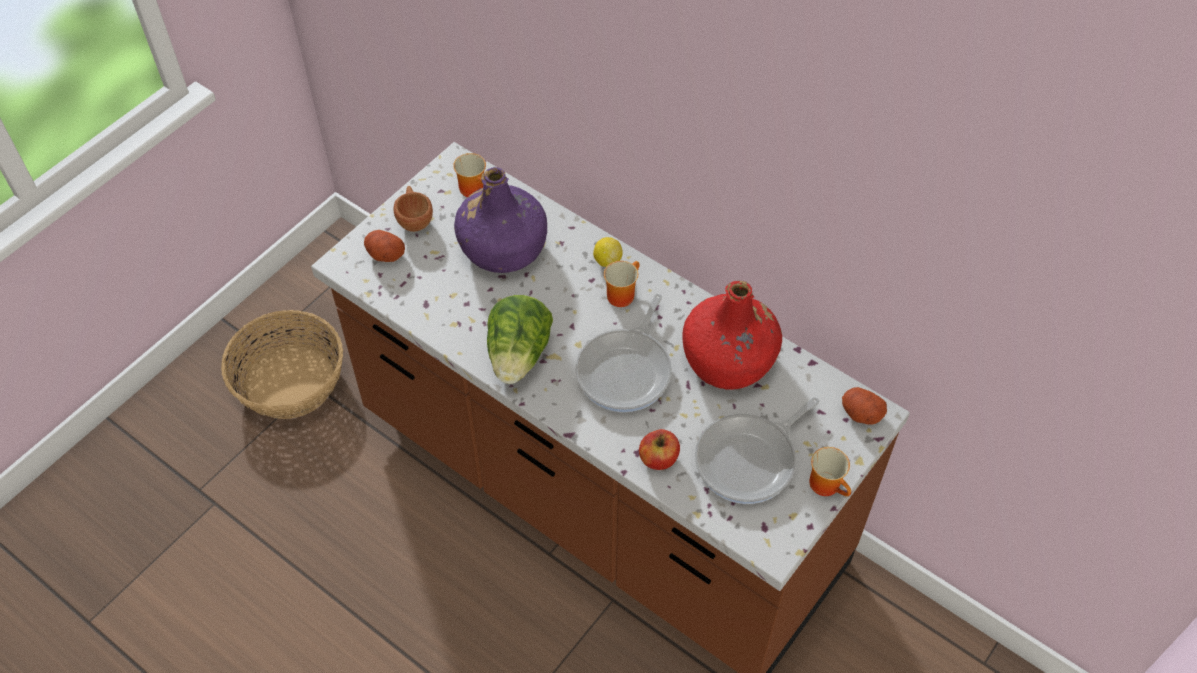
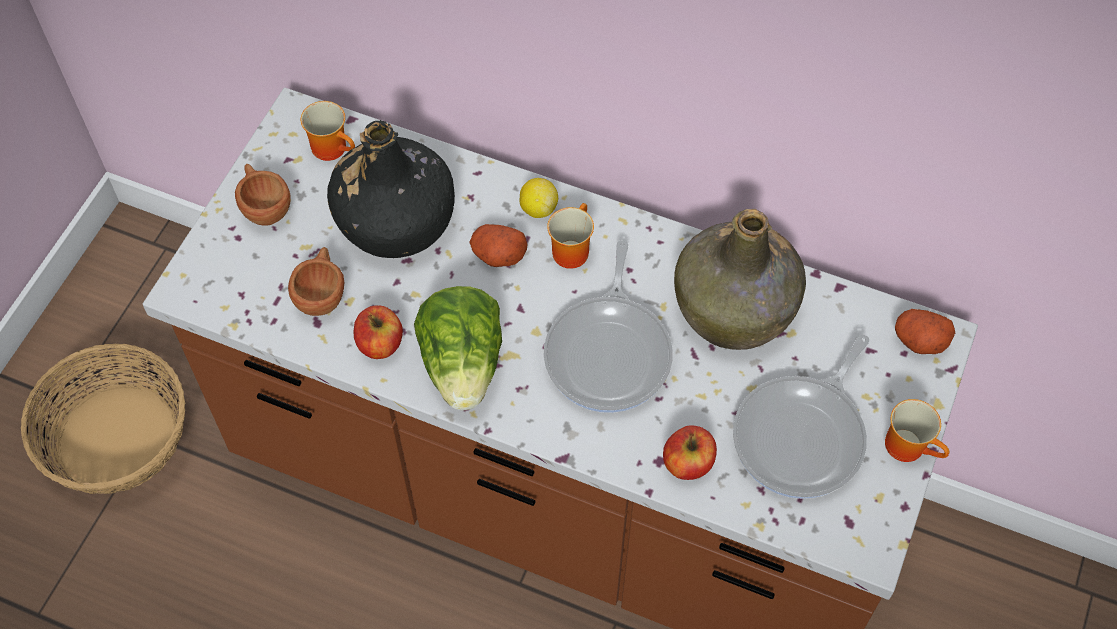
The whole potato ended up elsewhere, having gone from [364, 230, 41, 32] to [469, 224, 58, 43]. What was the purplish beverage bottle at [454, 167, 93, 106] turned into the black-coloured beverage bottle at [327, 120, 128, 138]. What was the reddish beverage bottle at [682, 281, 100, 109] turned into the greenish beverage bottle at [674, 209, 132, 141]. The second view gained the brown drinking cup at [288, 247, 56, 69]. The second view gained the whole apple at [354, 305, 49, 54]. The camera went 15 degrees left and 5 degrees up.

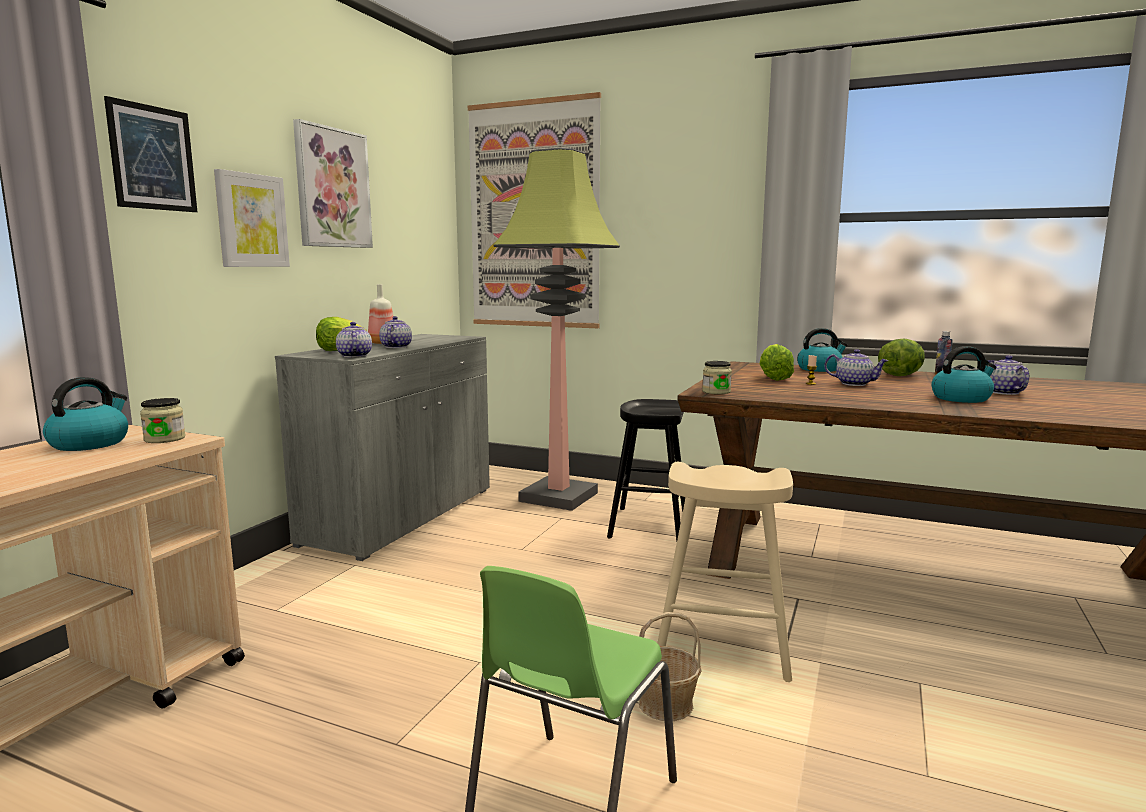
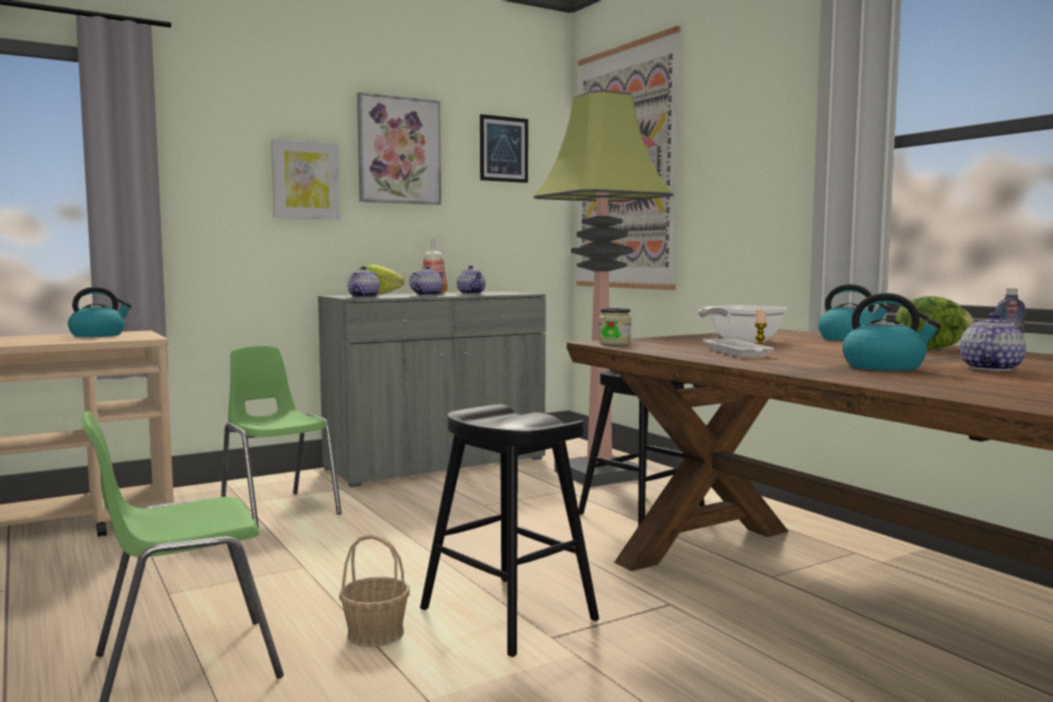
The wall art ended up elsewhere, having gone from [104, 96, 93, 116] to [480, 114, 48, 69]. The second view lost the preserve jar at [140, 398, 46, 45]. What was the beige stool seat at [657, 462, 136, 220] turned into the black-coloured stool seat at [420, 404, 179, 253]. Where the head of lettuce stood at [759, 344, 35, 37], the frying pan came to stand at [698, 305, 89, 37]. The tea pot ended up elsewhere, having gone from [825, 349, 64, 37] to [457, 265, 28, 29]. The second view gained the greenish upright chair at [221, 346, 120, 182]. The second view gained the white tray at [703, 339, 71, 18]. The camera went 35 degrees right and 5 degrees down.

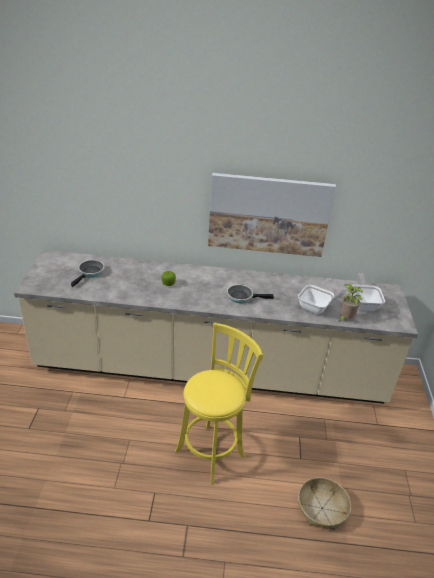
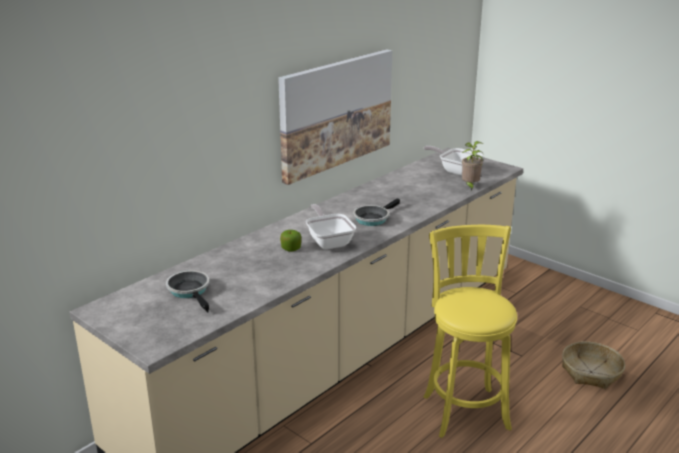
The frying pan ended up elsewhere, having gone from [298, 278, 36, 36] to [306, 204, 50, 46]. The camera went 50 degrees left and 10 degrees down.

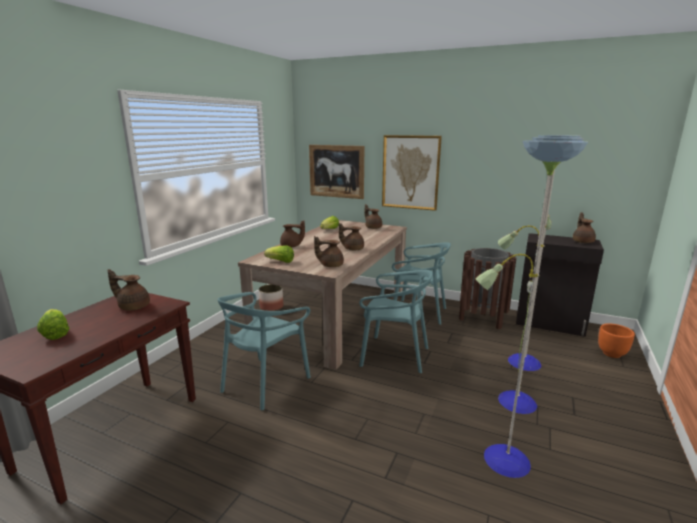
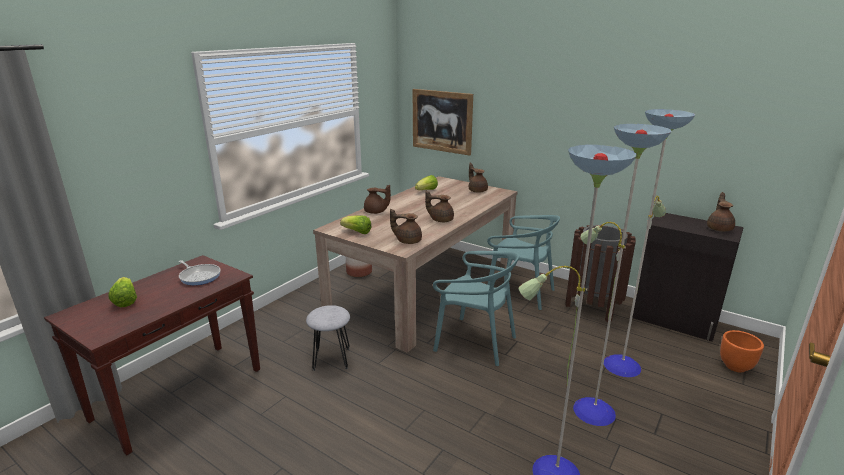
Where the brown tea pot stood at [107, 269, 43, 42], the frying pan came to stand at [179, 260, 42, 25]. Where the blue-green upright chair stood at [217, 292, 94, 118], the grey stool seat came to stand at [306, 305, 44, 66]. The second view lost the wall art at [382, 135, 60, 76]. The camera went 10 degrees right and 5 degrees up.

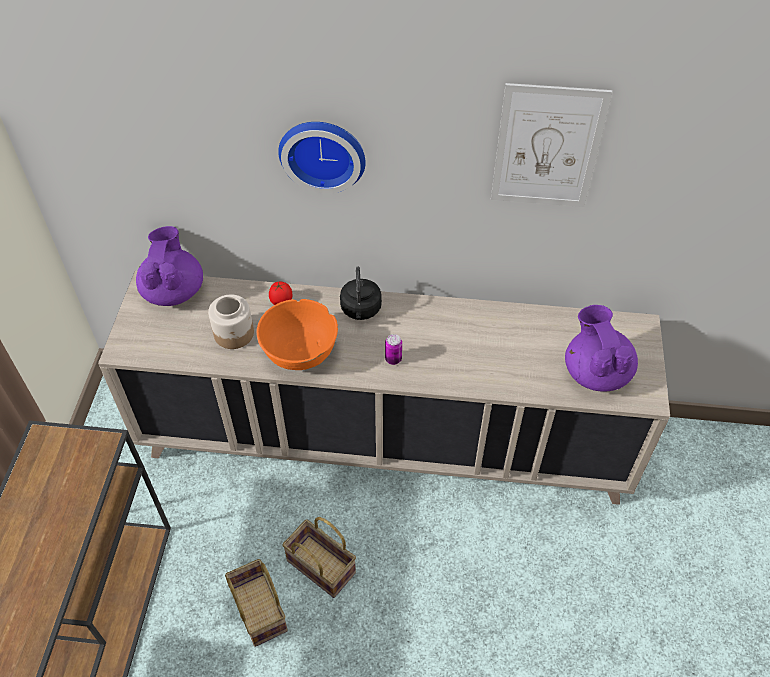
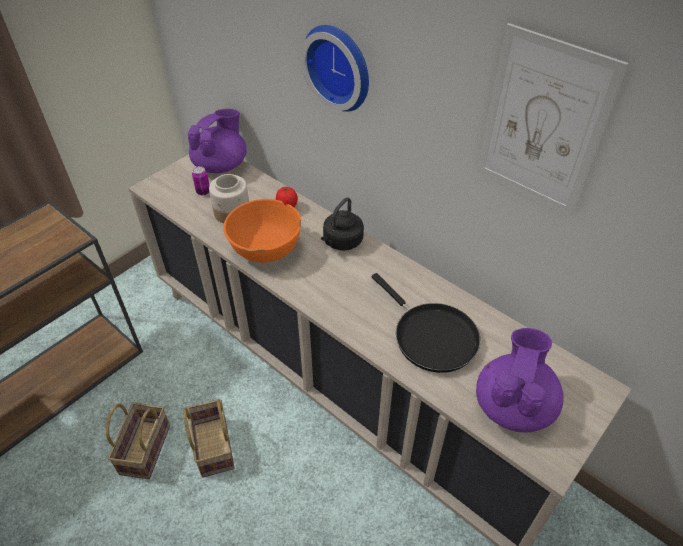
The sealed can ended up elsewhere, having gone from [385, 334, 17, 31] to [192, 166, 17, 29]. The second view gained the black-coloured frying pan at [372, 273, 108, 100]. The camera went 35 degrees right and 5 degrees down.

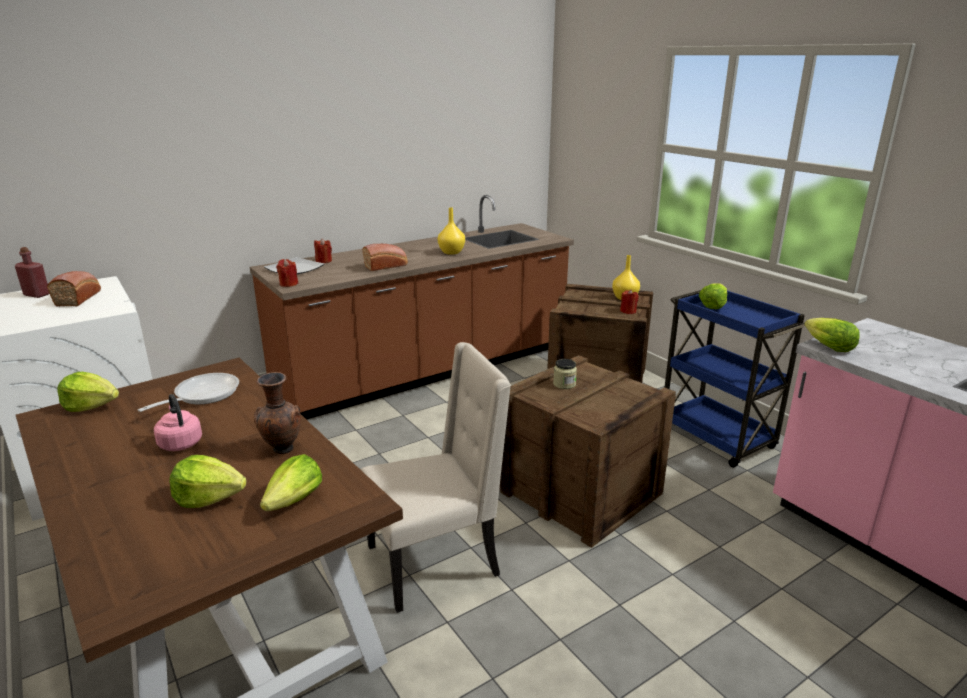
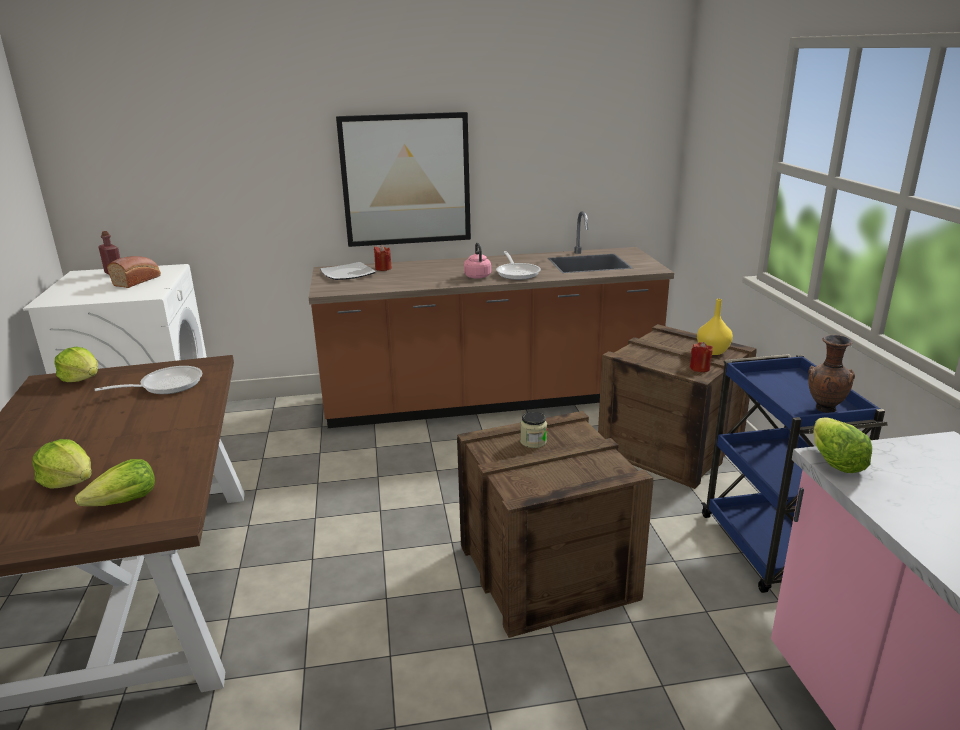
The pink-coloured kettle ended up elsewhere, having gone from [154, 394, 48, 57] to [464, 242, 27, 37]. The brown flower vase ended up elsewhere, having gone from [254, 372, 47, 82] to [808, 335, 47, 78]. The second view lost the reddish wax light at [276, 259, 22, 28]. The second view lost the beige upright chair at [361, 342, 150, 271]. The second view lost the bread at [363, 244, 45, 27]. Where the yellowish flower vase stood at [438, 207, 27, 48], the frying pan came to stand at [496, 251, 45, 29]. The second view lost the head of lettuce at [698, 283, 29, 26]. The second view gained the wall art at [336, 112, 135, 135]. The camera went 25 degrees right and 0 degrees up.

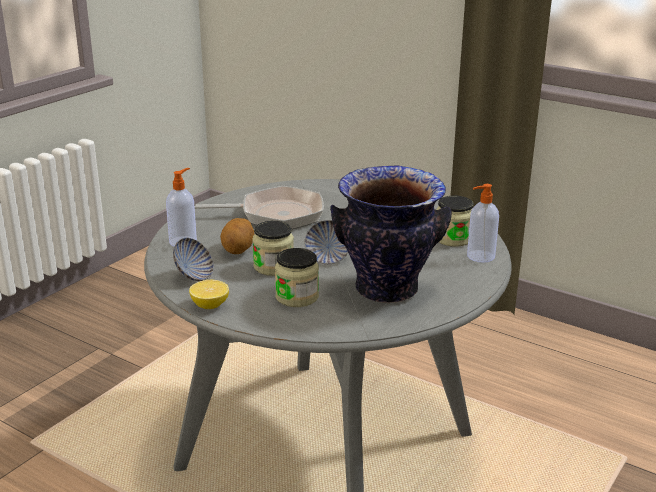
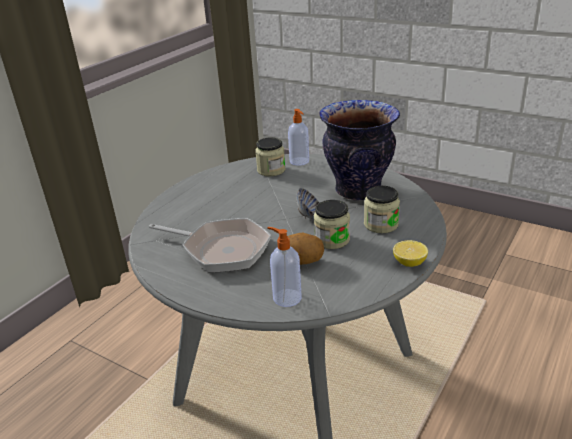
The second view lost the serving bowl at [173, 238, 41, 43]. The frying pan at [194, 186, 130, 43] ended up facing another way, 120 degrees clockwise from before. The camera went 90 degrees left and 5 degrees up.

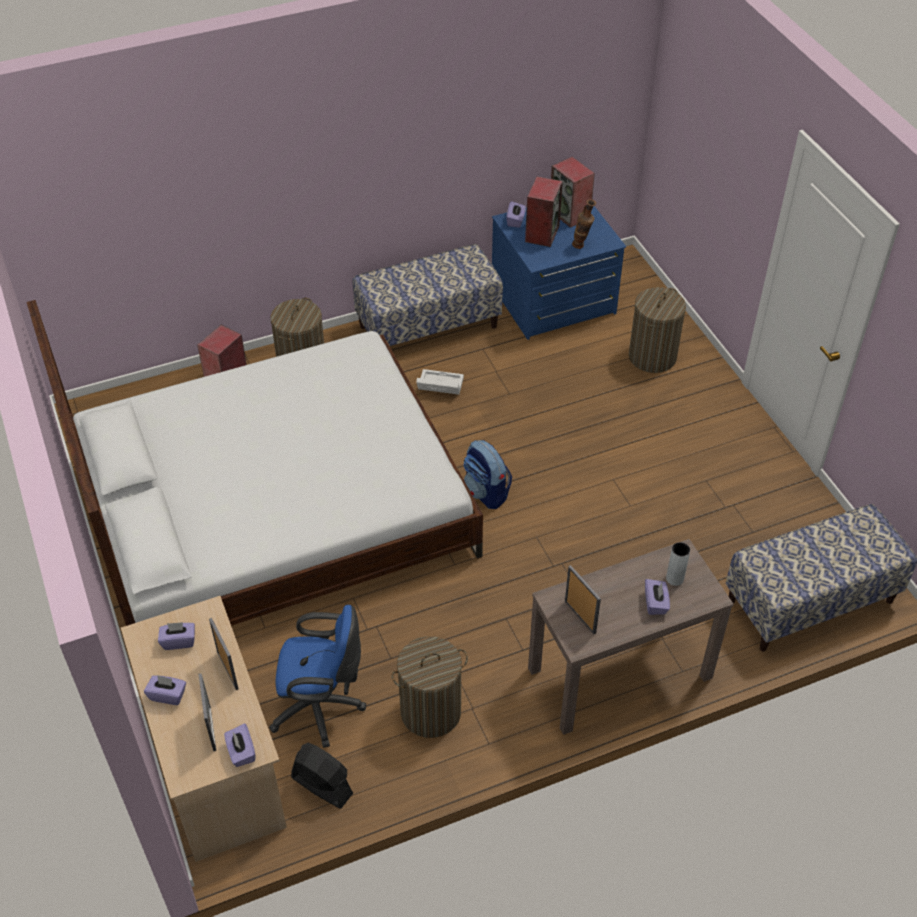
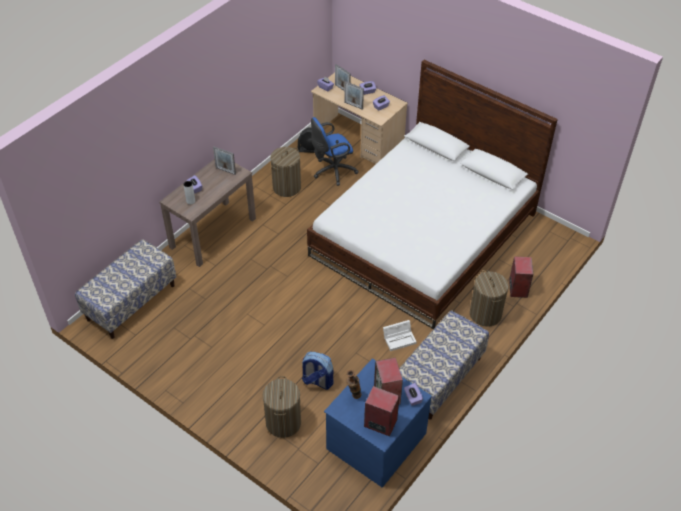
The knapsack ended up elsewhere, having gone from [463, 440, 49, 69] to [302, 352, 32, 38]. The camera went 150 degrees right and 0 degrees up.

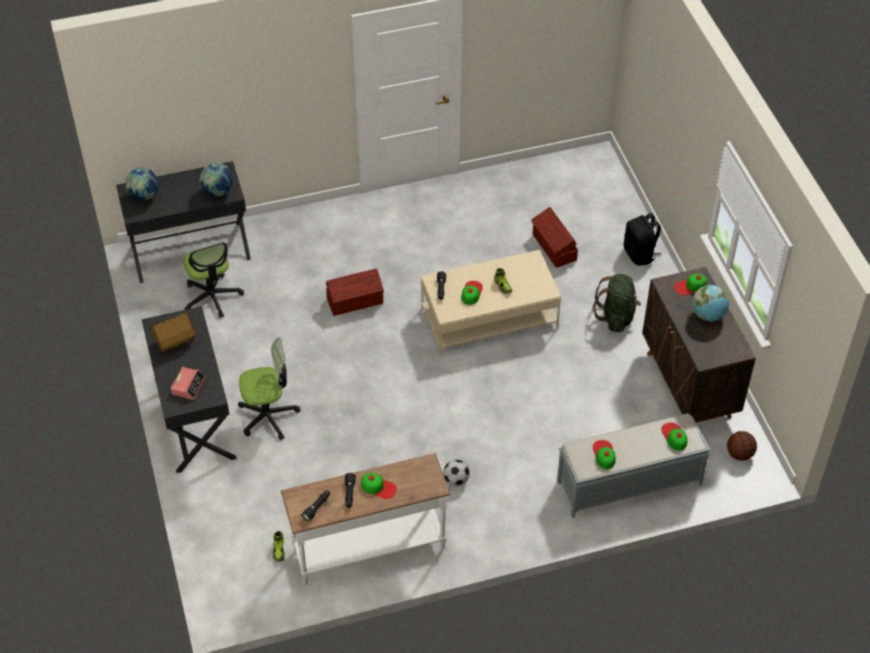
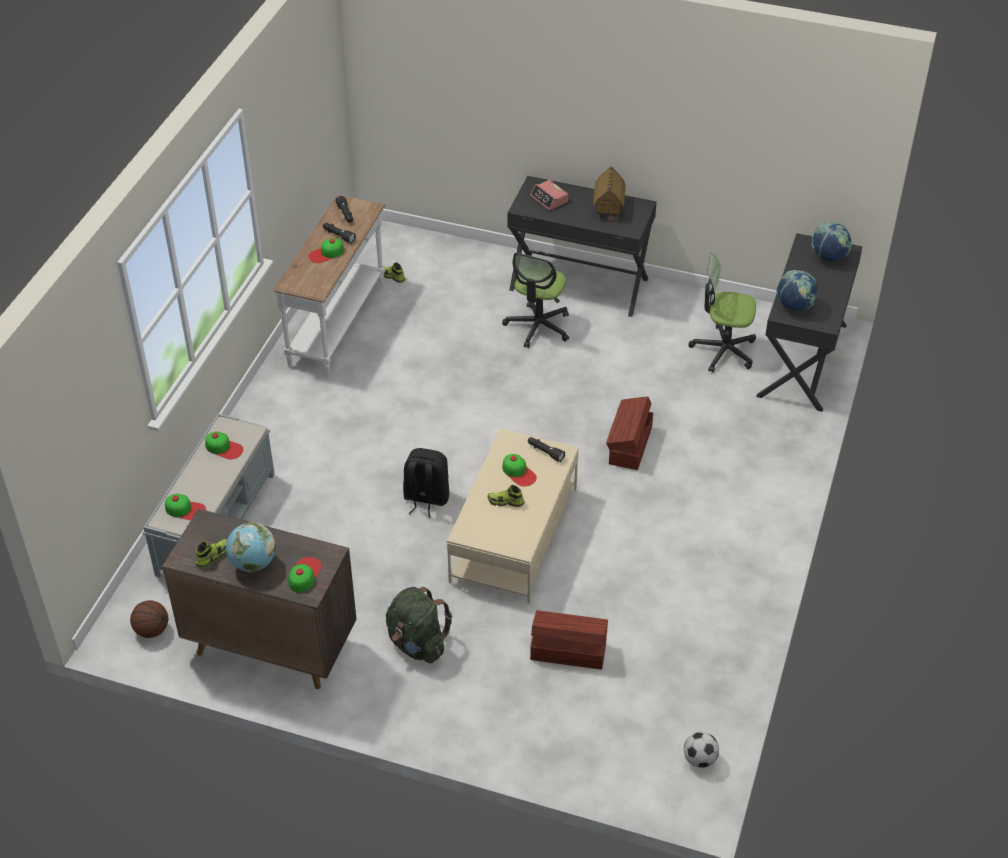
The football ended up elsewhere, having gone from [443, 460, 27, 26] to [684, 732, 35, 36]. The black-coloured knapsack ended up elsewhere, having gone from [624, 213, 37, 53] to [403, 448, 46, 70]. The second view gained the item of footwear at [195, 539, 32, 29]. The camera went 125 degrees right and 5 degrees down.

